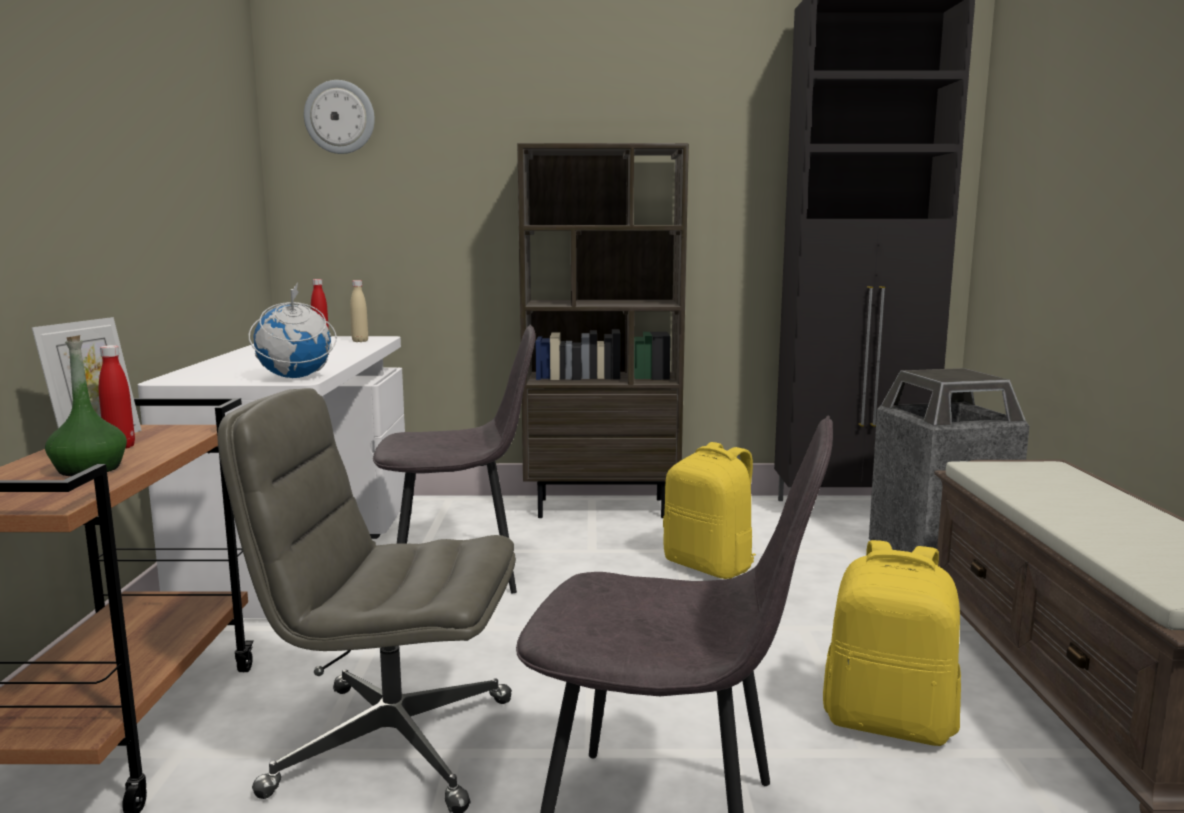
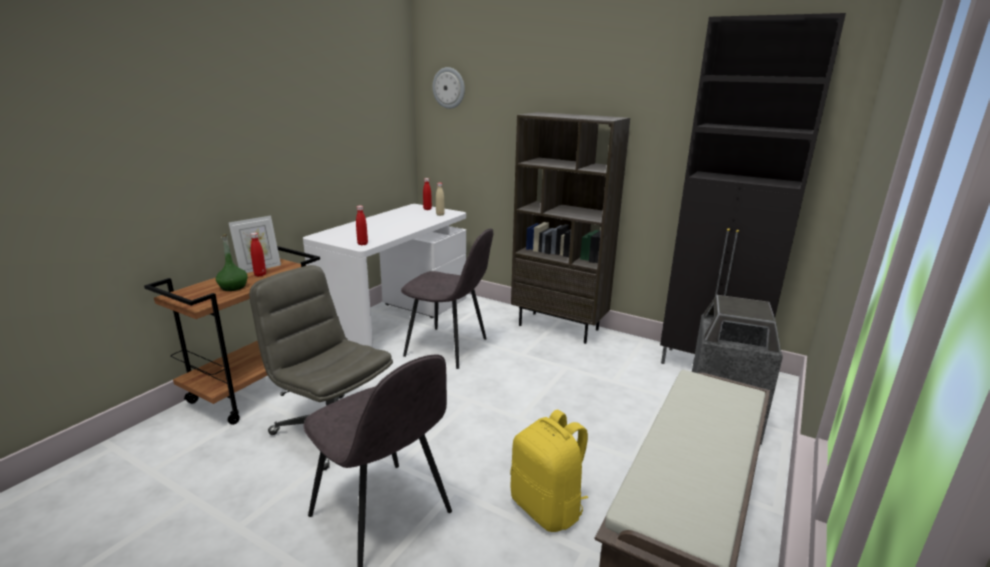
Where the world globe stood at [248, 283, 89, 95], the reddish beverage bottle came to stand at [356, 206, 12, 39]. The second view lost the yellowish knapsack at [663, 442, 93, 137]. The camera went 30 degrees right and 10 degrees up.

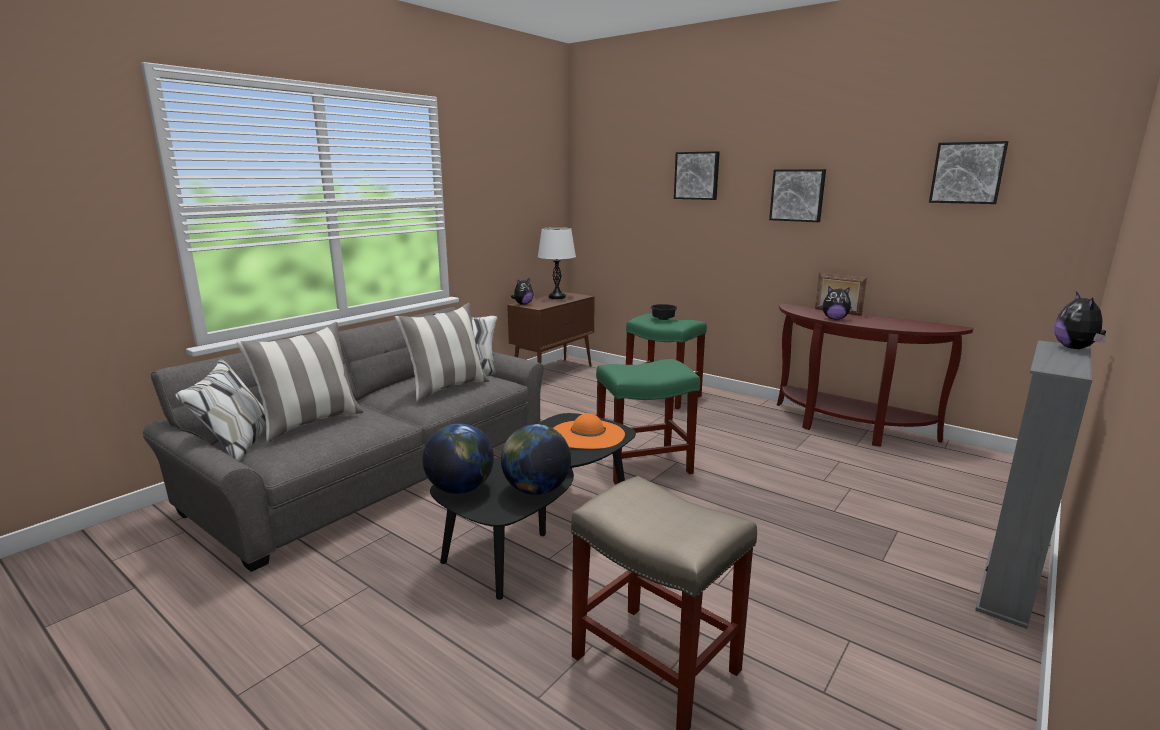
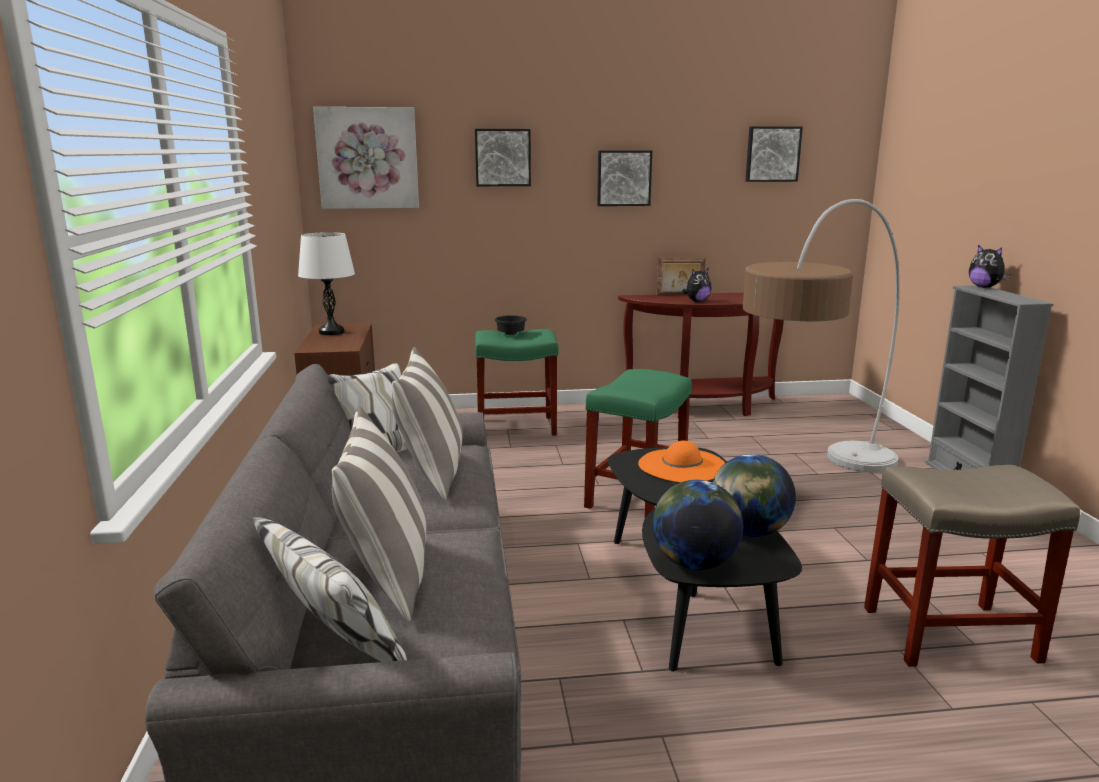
The second view lost the soft toy at [511, 278, 22, 27]. The second view gained the wall art at [313, 107, 106, 102]. The second view gained the standard lamp at [743, 199, 157, 273]. The camera went 45 degrees left and 0 degrees up.

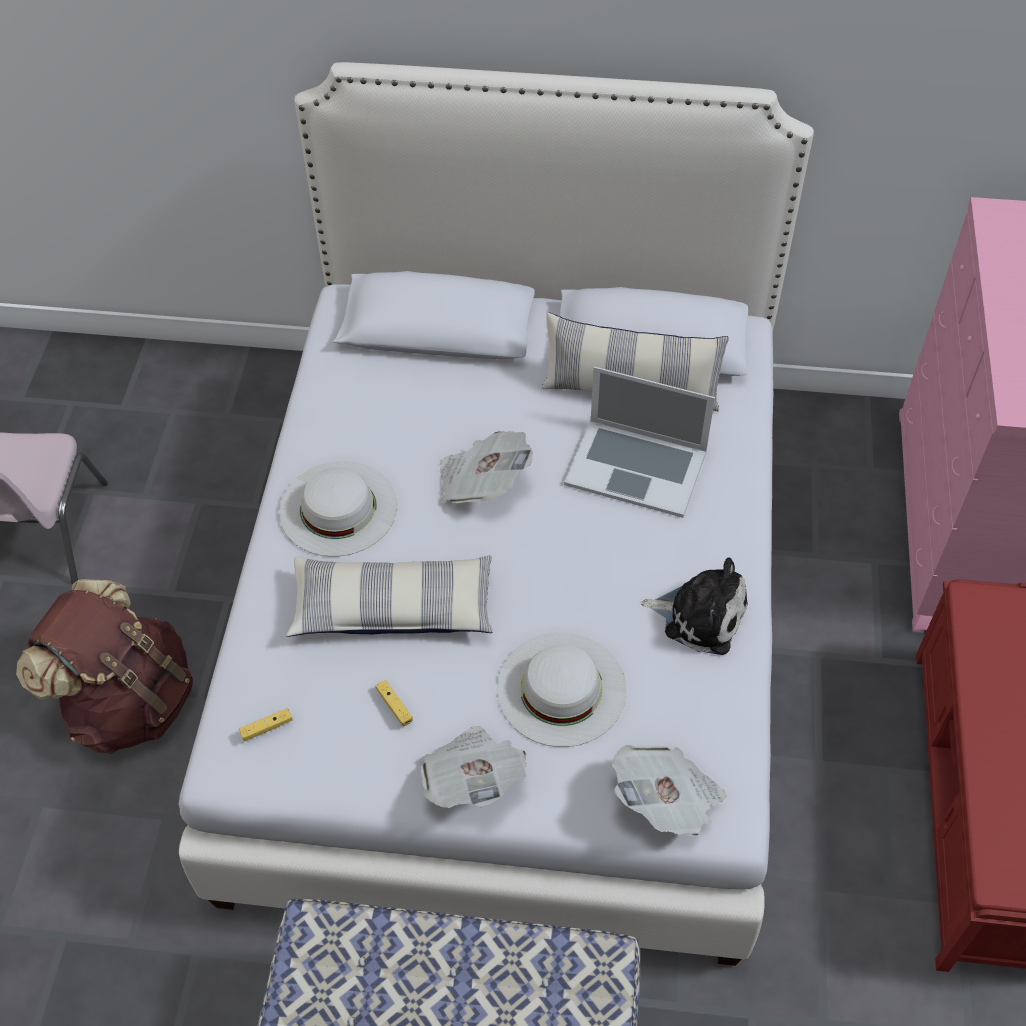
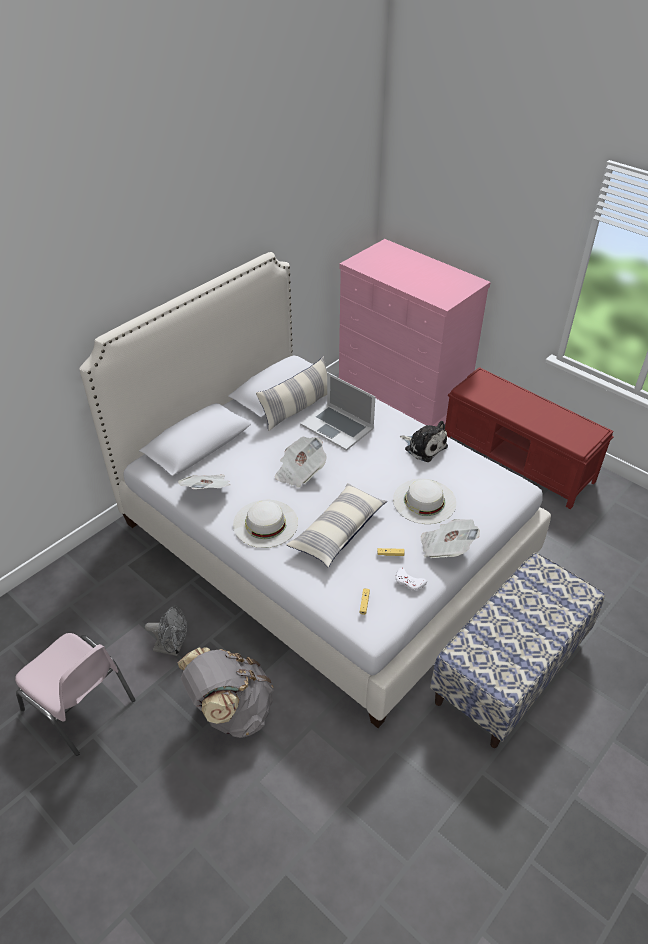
What was the brown knapsack at [16, 579, 177, 175] turned into the grey knapsack at [178, 647, 96, 91]. The laptop at [564, 366, 151, 152] ended up facing another way, 75 degrees clockwise from before. The printed paper ended up elsewhere, having gone from [612, 745, 115, 92] to [178, 474, 52, 15]. The soft toy at [641, 557, 107, 98] ended up facing another way, 75 degrees clockwise from before. The second view gained the grey electric fan at [145, 606, 42, 50]. The second view gained the white game controller at [396, 568, 31, 24]. The camera went 55 degrees left and 10 degrees down.

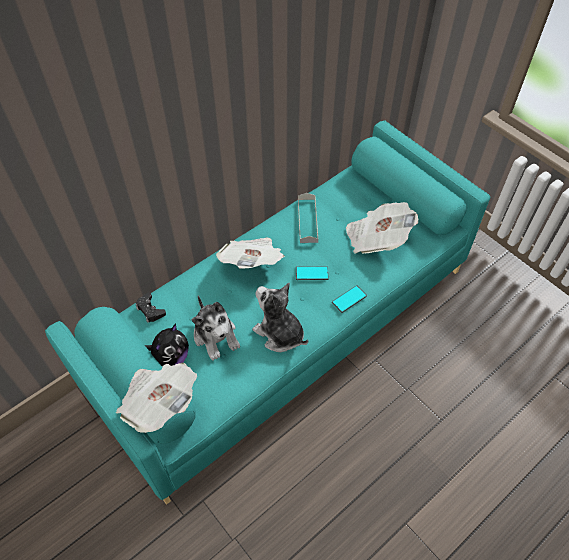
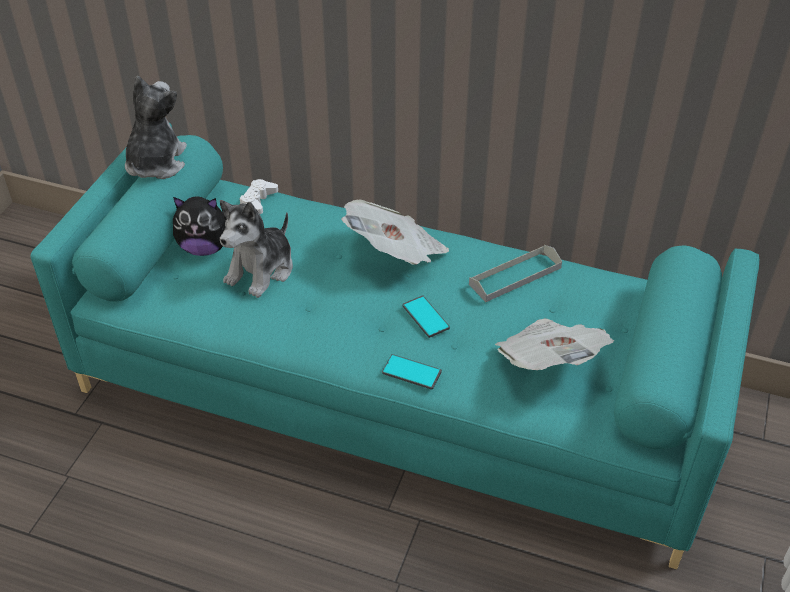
The second view lost the printed paper at [116, 362, 81, 71]. What was the black-coloured game controller at [135, 292, 31, 31] turned into the white game controller at [240, 179, 38, 35]. The soft toy ended up elsewhere, having gone from [252, 283, 56, 69] to [125, 76, 62, 103]. The camera went 60 degrees right and 10 degrees down.

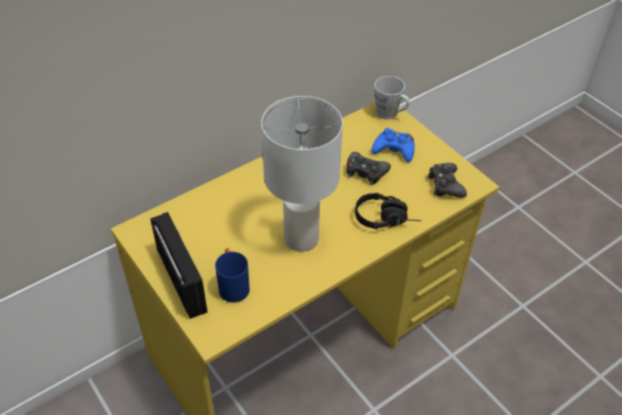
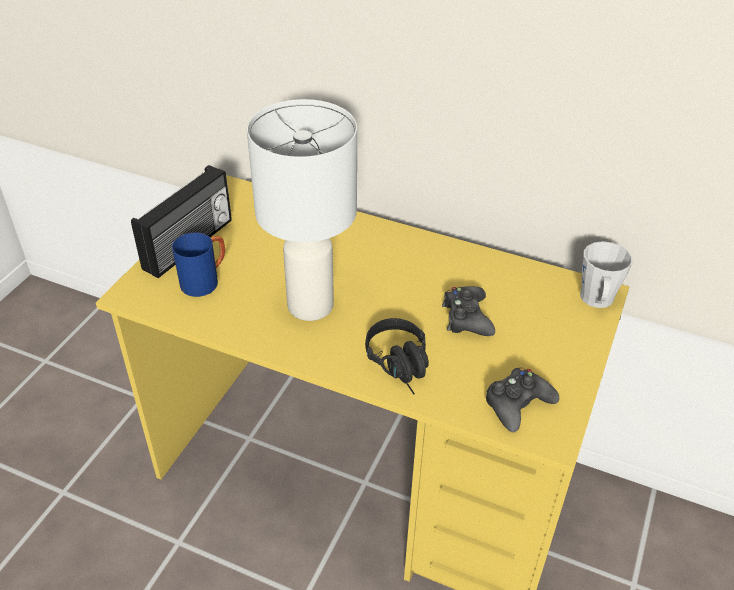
The second view lost the blue-coloured game controller at [372, 128, 43, 34]. The camera went 60 degrees right and 5 degrees down.

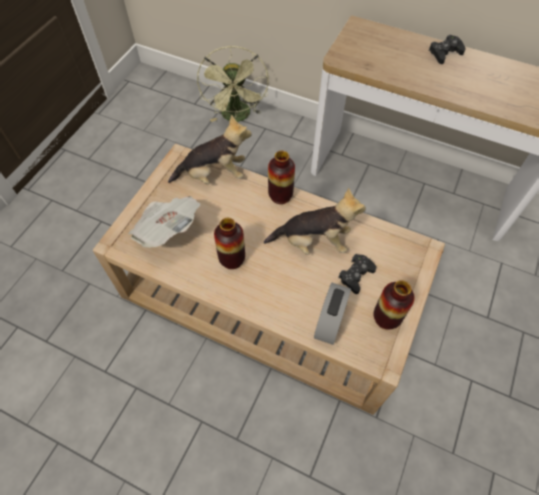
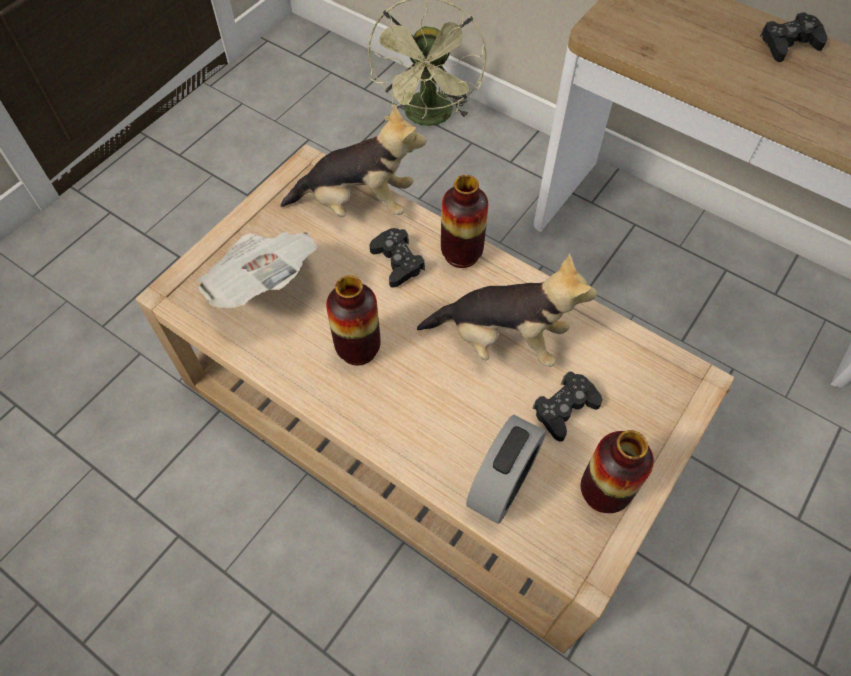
The second view gained the black-coloured game controller at [369, 228, 56, 60]. The camera went 10 degrees right and 0 degrees up.

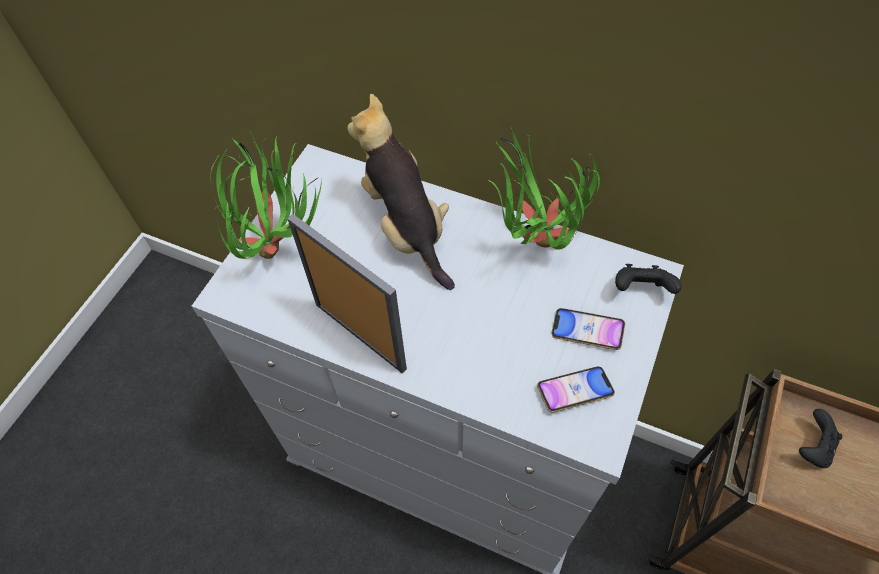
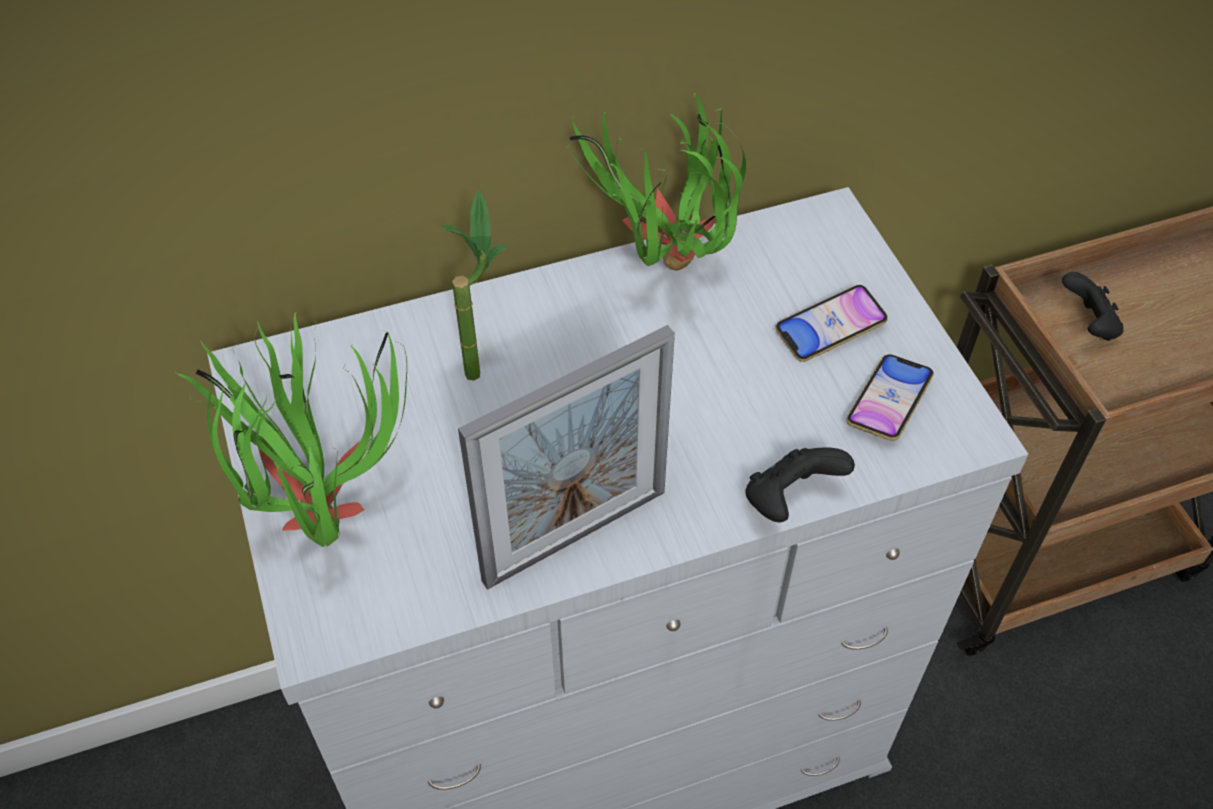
The photo frame at [287, 214, 120, 159] ended up facing another way, 150 degrees clockwise from before. Where the soft toy stood at [348, 94, 107, 196], the plant in a pot came to stand at [439, 189, 70, 192]. The black-coloured game controller ended up elsewhere, having gone from [615, 264, 67, 30] to [745, 447, 110, 75]. The camera went 45 degrees left and 5 degrees down.

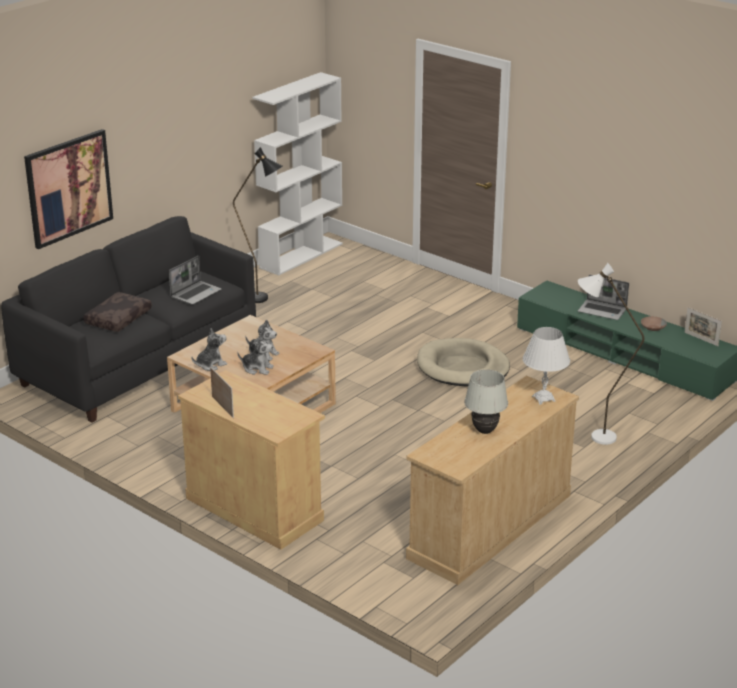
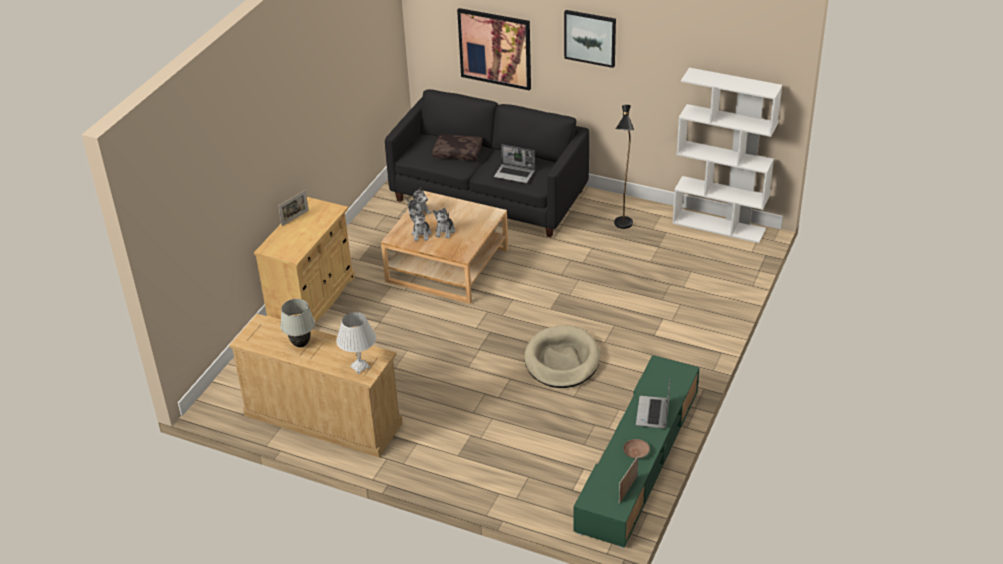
The second view lost the white standard lamp at [578, 263, 66, 182]. The second view gained the wall art at [564, 10, 52, 58]. The camera went 75 degrees right and 10 degrees up.

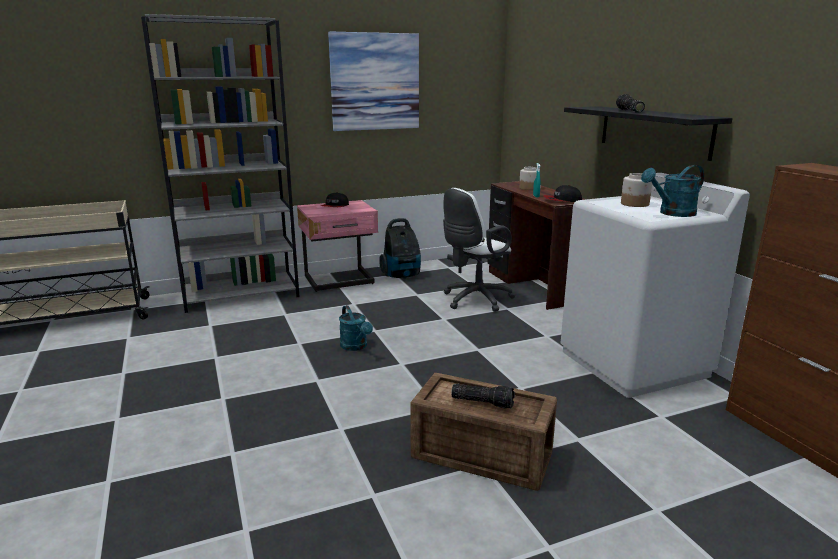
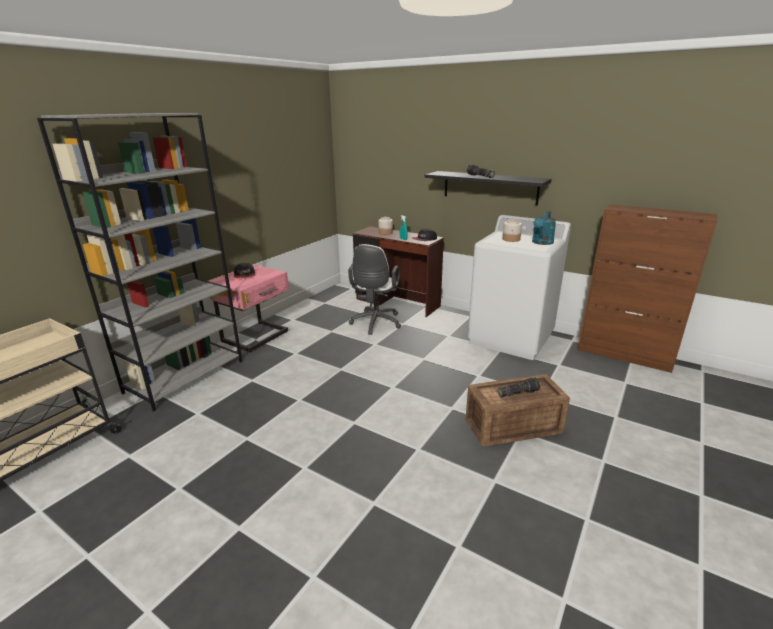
The second view lost the wall art at [328, 31, 91, 100]. The second view lost the blue-green sprinkling can at [339, 305, 34, 46]. The second view lost the vacuum cleaner at [379, 218, 42, 61]. The camera went 35 degrees left and 5 degrees up.

